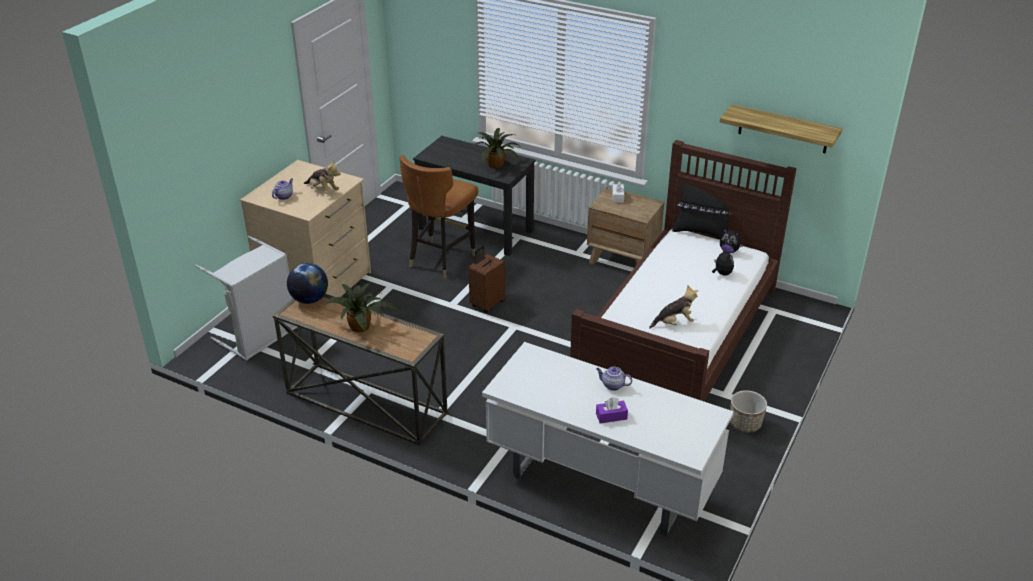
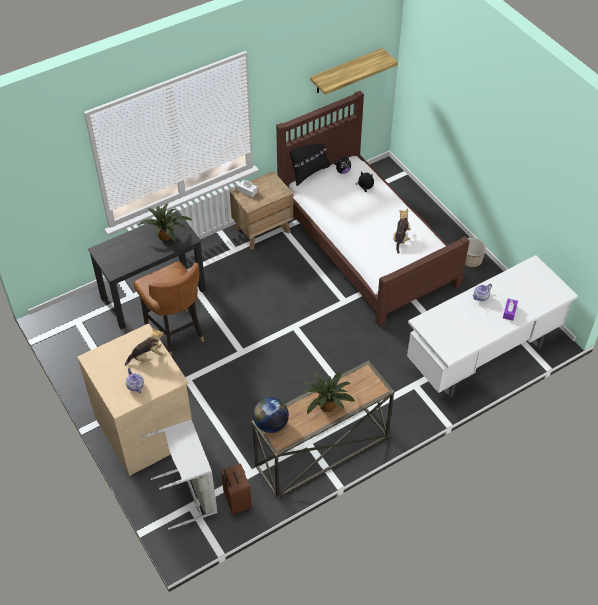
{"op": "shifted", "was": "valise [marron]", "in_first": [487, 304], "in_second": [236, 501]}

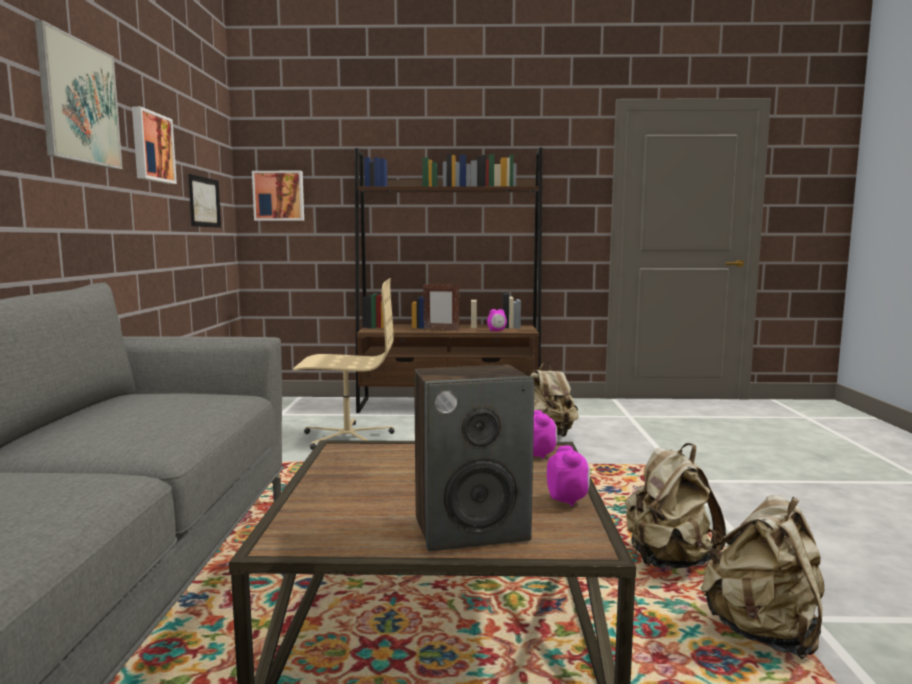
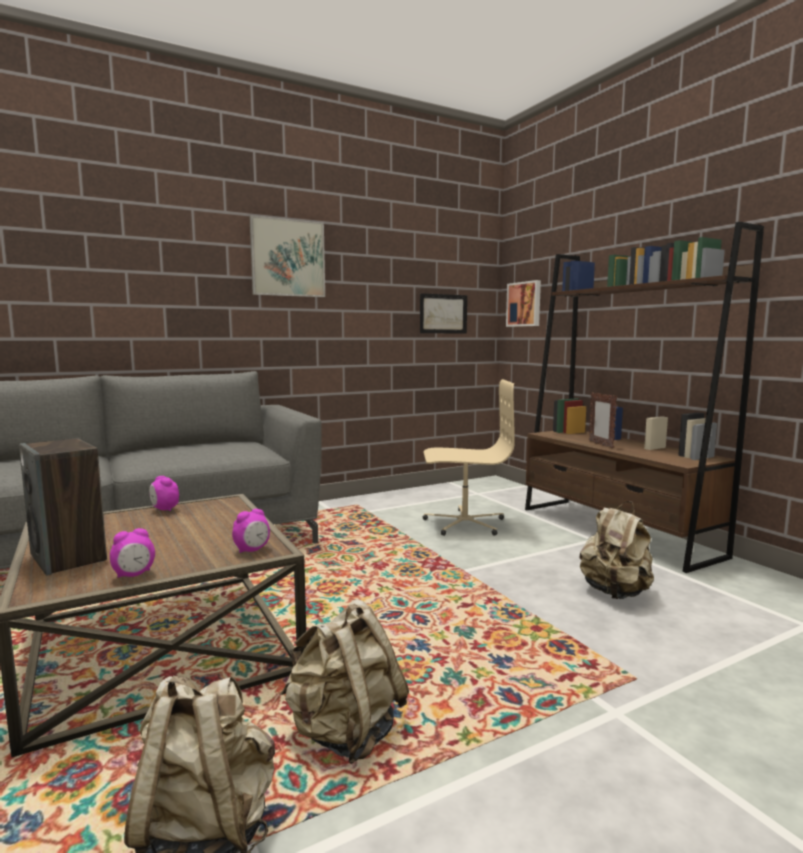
{"op": "gone", "was": "tableau", "in_first": [151, 147]}
{"op": "rotated", "was": "chaise de bureau [beige]", "in_first": [347, 437], "in_second": [464, 523], "clockwise": -60}
{"op": "shifted", "was": "réveil", "in_first": [496, 331], "in_second": [164, 509]}

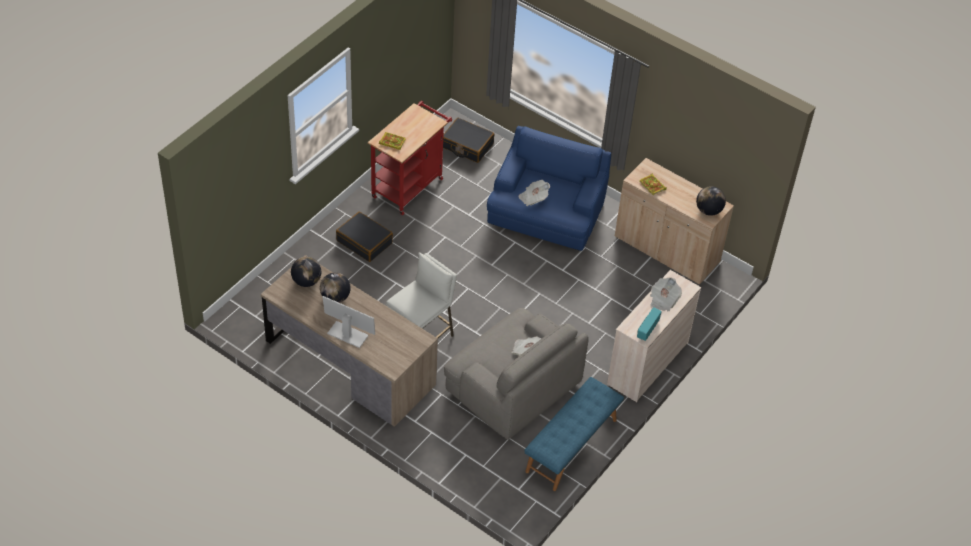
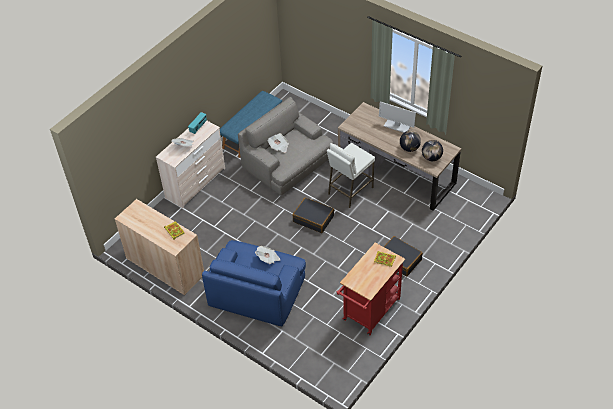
{"op": "shifted", "was": "valise [noir]", "in_first": [467, 145], "in_second": [313, 219]}
{"op": "gone", "was": "globe", "in_first": [708, 210]}

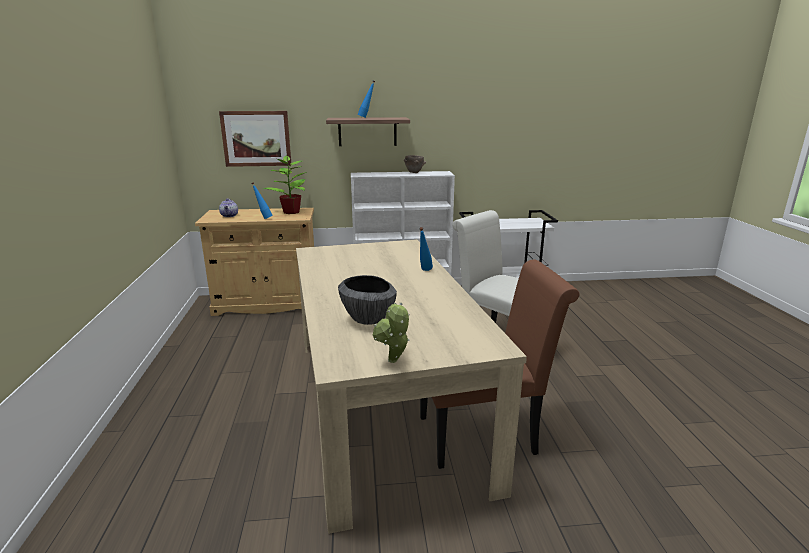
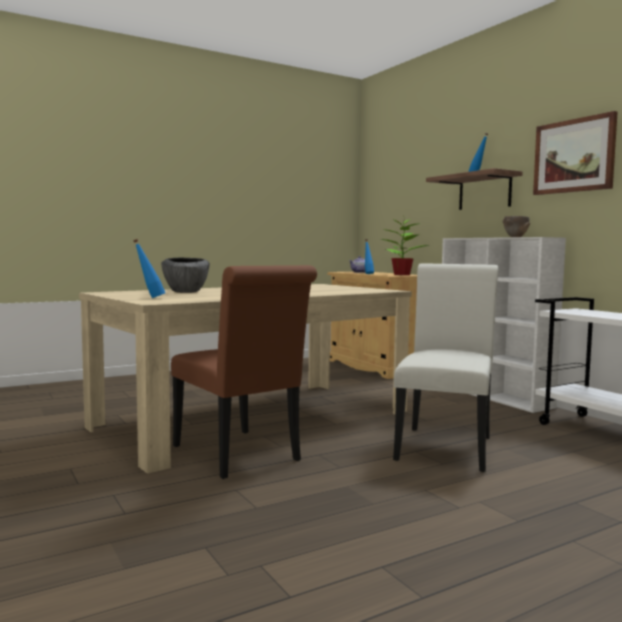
{"op": "shifted", "was": "tableau", "in_first": [256, 138], "in_second": [574, 156]}
{"op": "shifted", "was": "bouteille [bleu]", "in_first": [424, 271], "in_second": [150, 298]}
{"op": "gone", "was": "plante en pot", "in_first": [393, 362]}

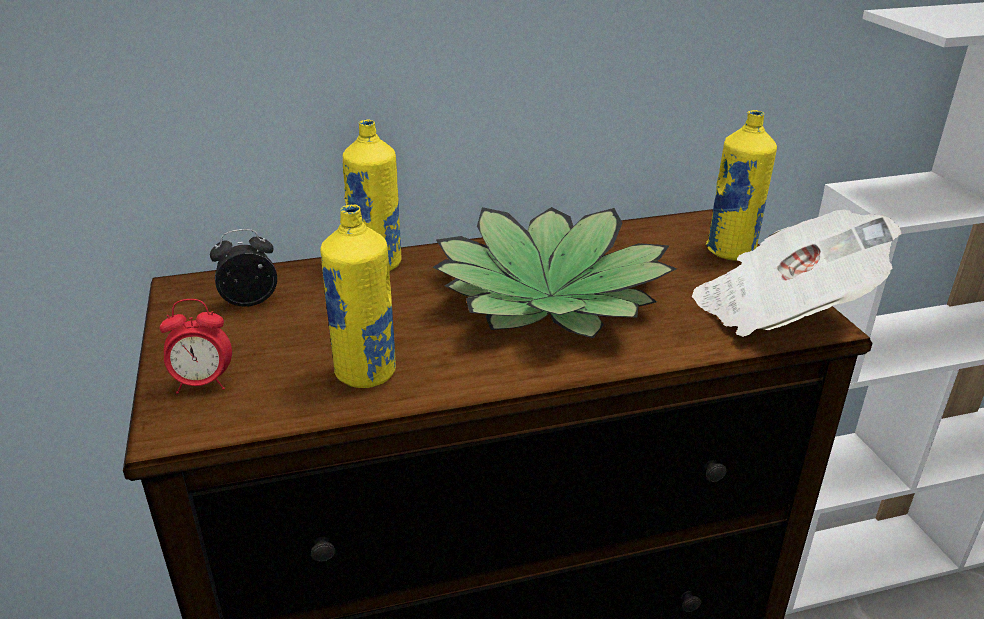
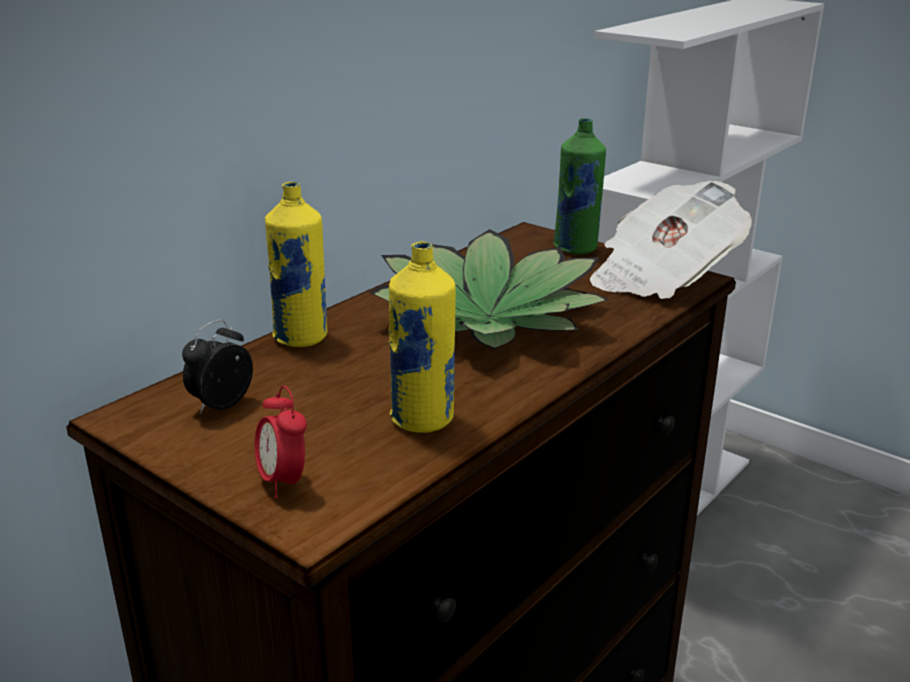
{"op": "repainted", "was": "bouteille [jaune]", "now": "bouteille [vert]", "in_first": [731, 251], "in_second": [576, 248]}
{"op": "rotated", "was": "réveil", "in_first": [203, 384], "in_second": [283, 482], "clockwise": 105}

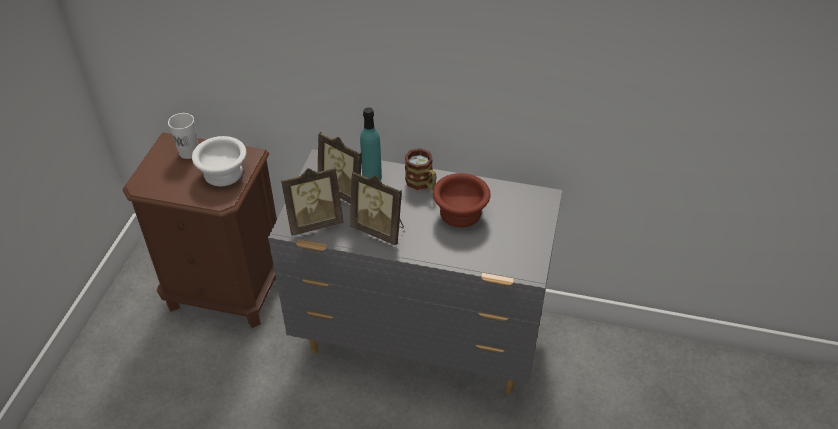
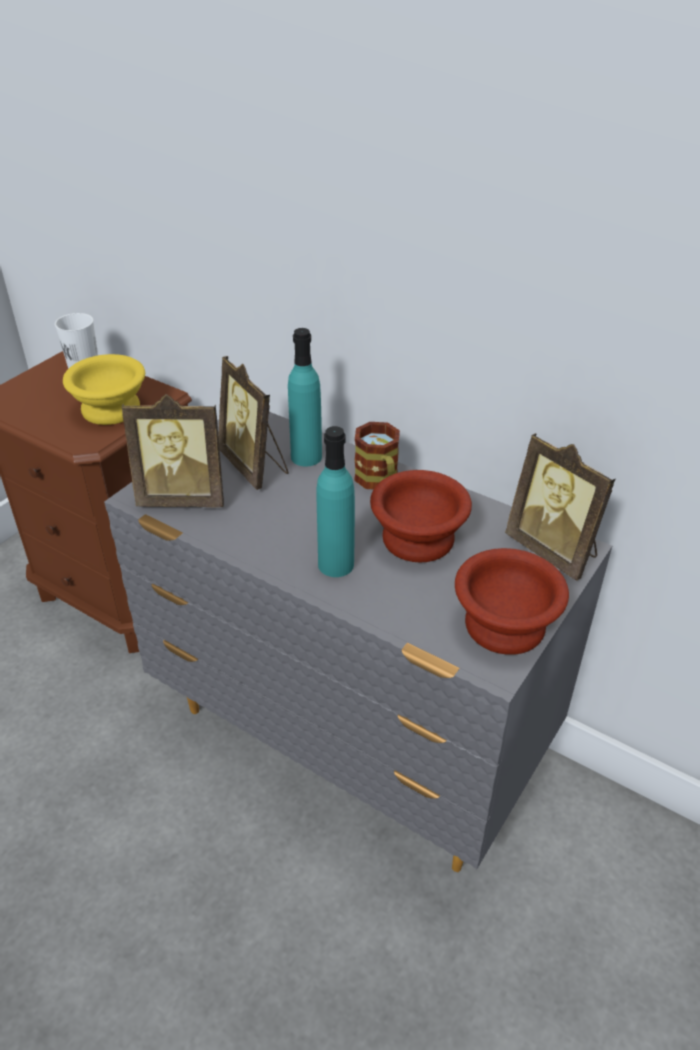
{"op": "repainted", "was": "bol [blanc]", "now": "bol [jaune]", "in_first": [225, 173], "in_second": [113, 409]}
{"op": "shifted", "was": "cadre photo", "in_first": [379, 229], "in_second": [554, 551]}
{"op": "new", "now": "bouteille [turquoise]", "in_second": [336, 564]}
{"op": "new", "now": "bol [marron]", "in_second": [501, 623]}

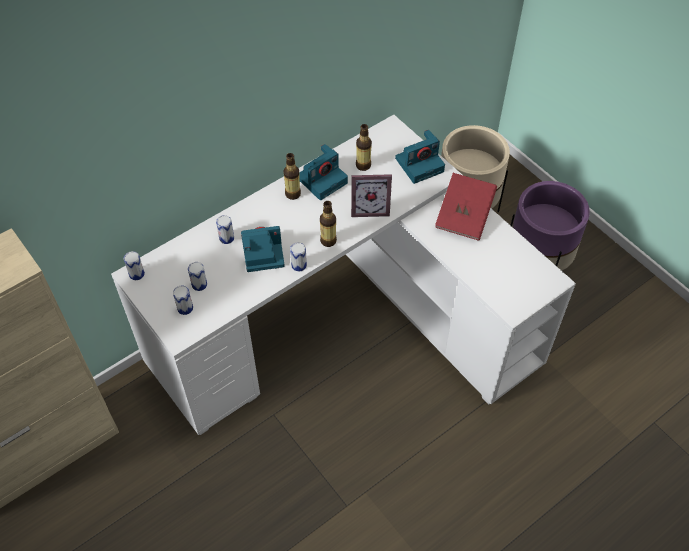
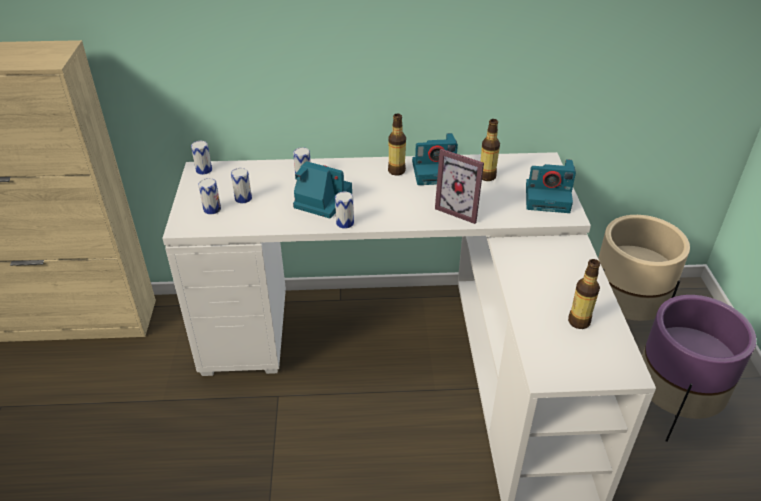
{"op": "gone", "was": "livre [rouge]", "in_first": [464, 216]}
{"op": "shifted", "was": "bouteille", "in_first": [328, 241], "in_second": [579, 322]}

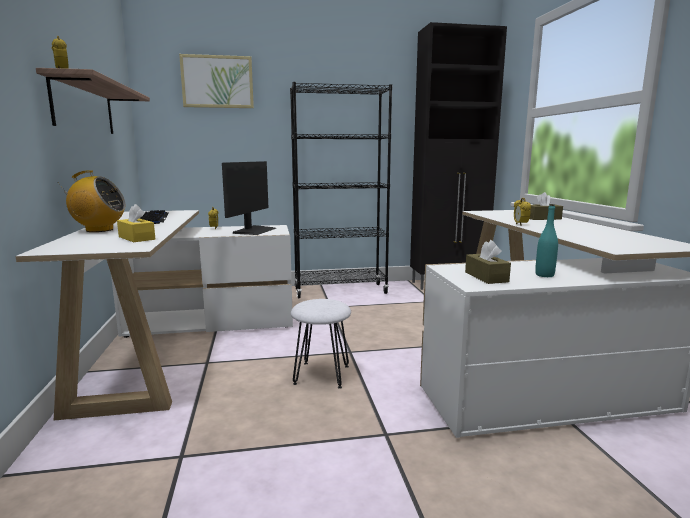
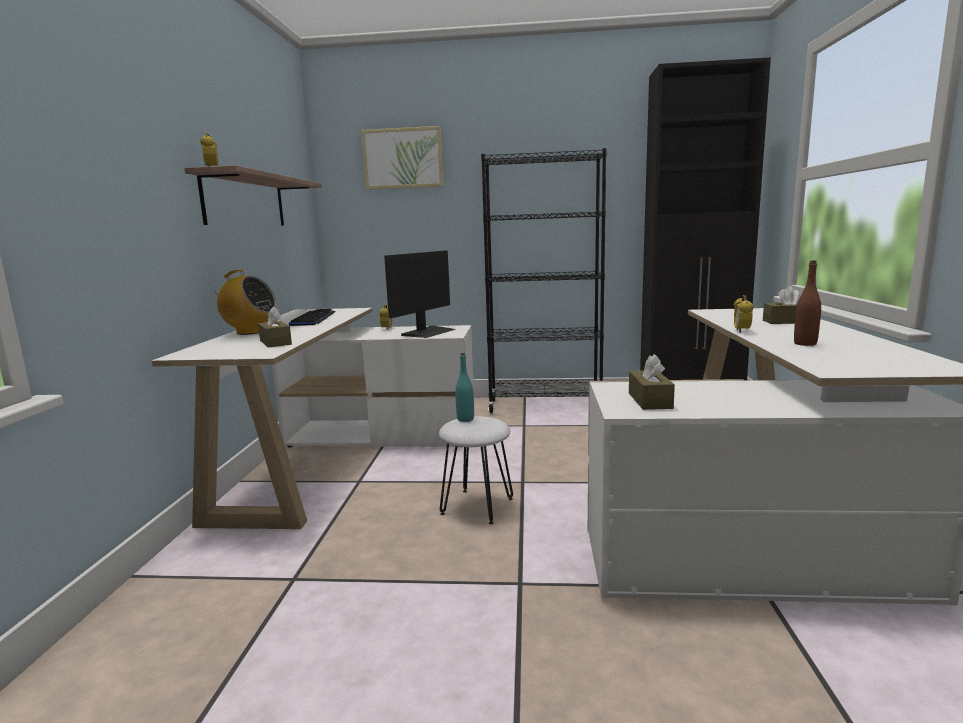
{"op": "repainted", "was": "boîte à mouchoirs [jaune]", "now": "boîte à mouchoirs [marron]", "in_first": [136, 238], "in_second": [275, 342]}
{"op": "shifted", "was": "bouteille [turquoise]", "in_first": [544, 275], "in_second": [465, 419]}
{"op": "new", "now": "bouteille [marron]", "in_second": [805, 344]}

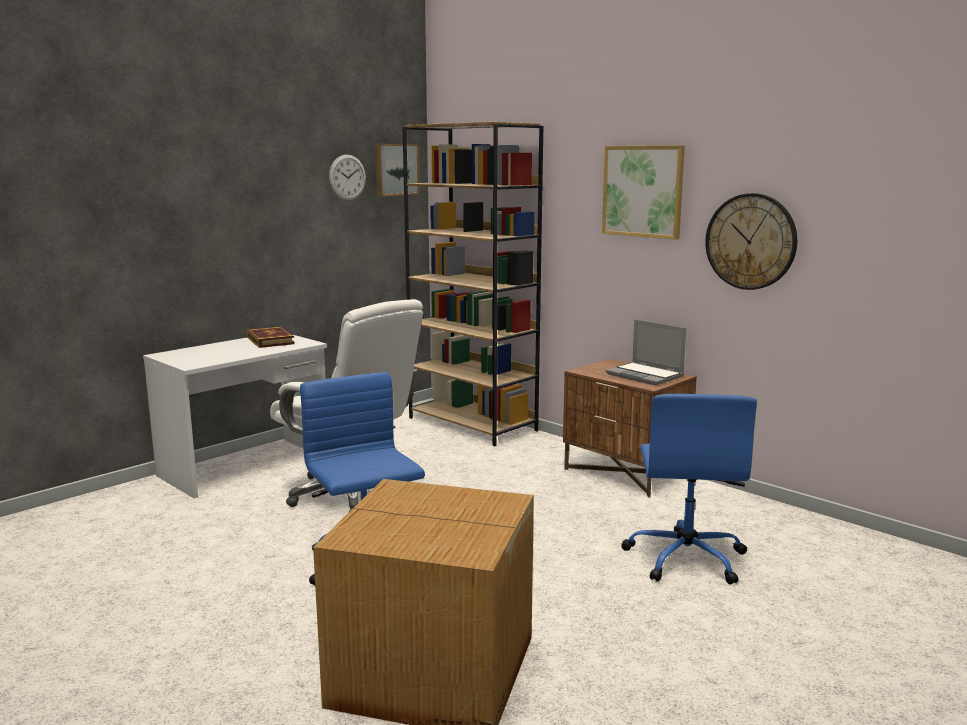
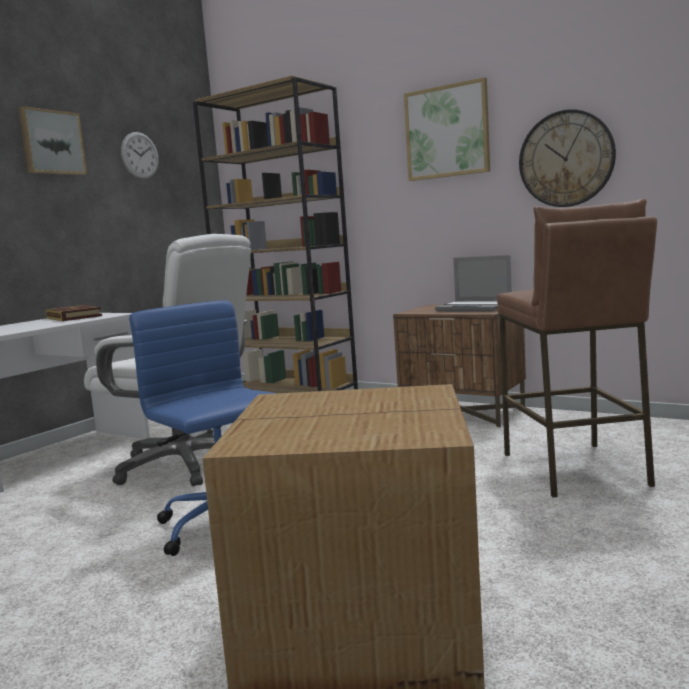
{"op": "shifted", "was": "tableau", "in_first": [395, 169], "in_second": [51, 142]}
{"op": "swapped", "was": "chaise de bureau [bleu]", "now": "tabouret [marron]", "in_first": [686, 558], "in_second": [574, 469]}

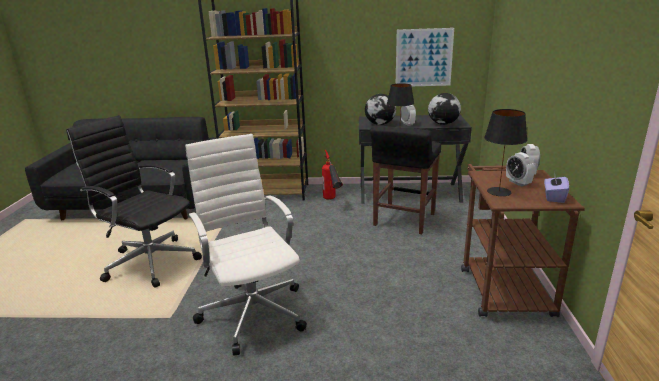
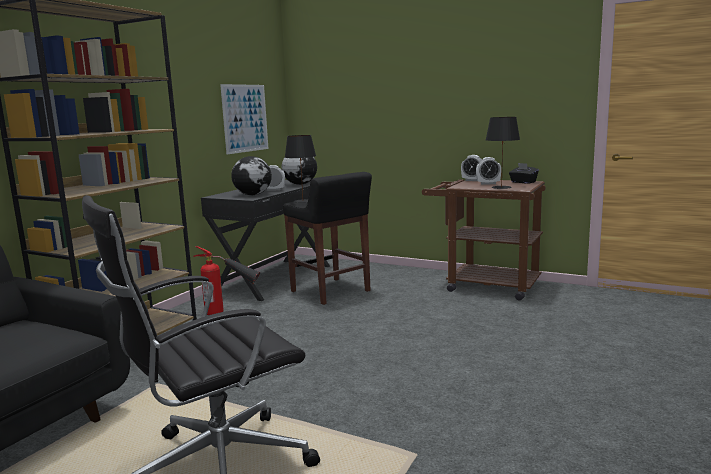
{"op": "gone", "was": "chaise de bureau [blanc]", "in_first": [253, 311]}
{"op": "repainted", "was": "boîte à mouchoirs [violet]", "now": "boîte à mouchoirs [noir]", "in_first": [554, 197], "in_second": [523, 182]}

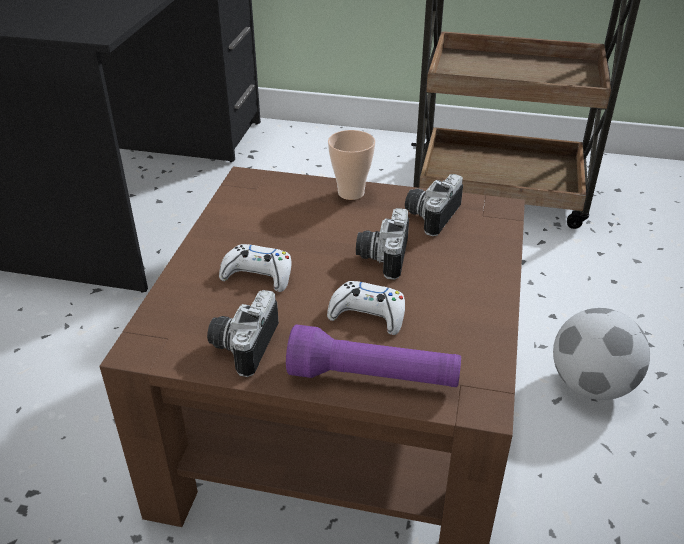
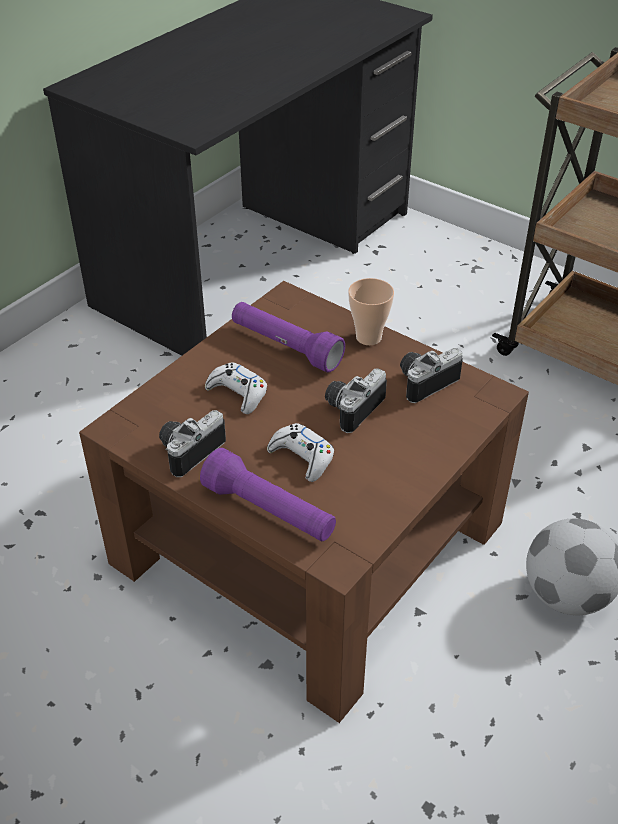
{"op": "new", "now": "lampe de poche [violet]", "in_second": [285, 347]}

